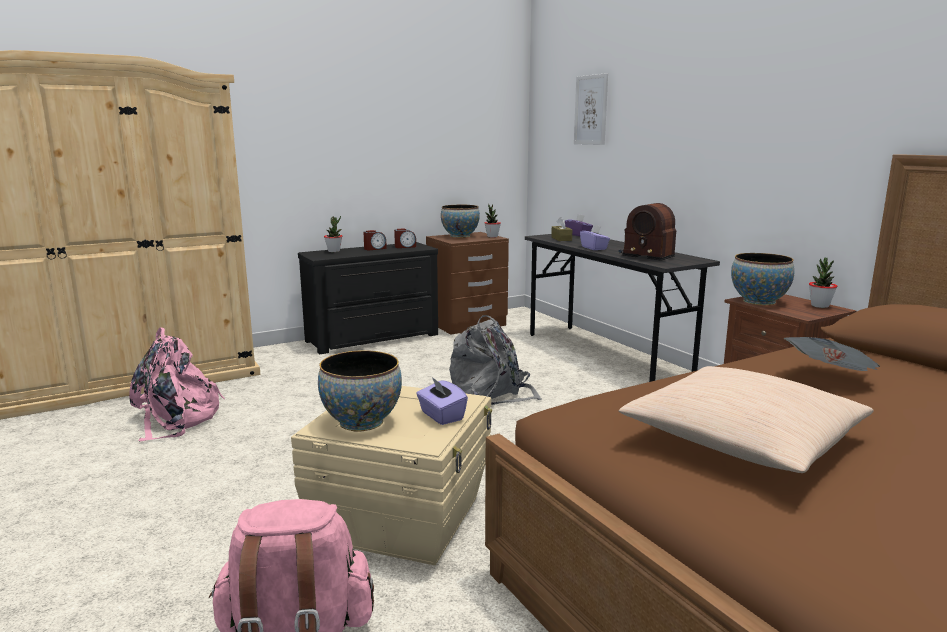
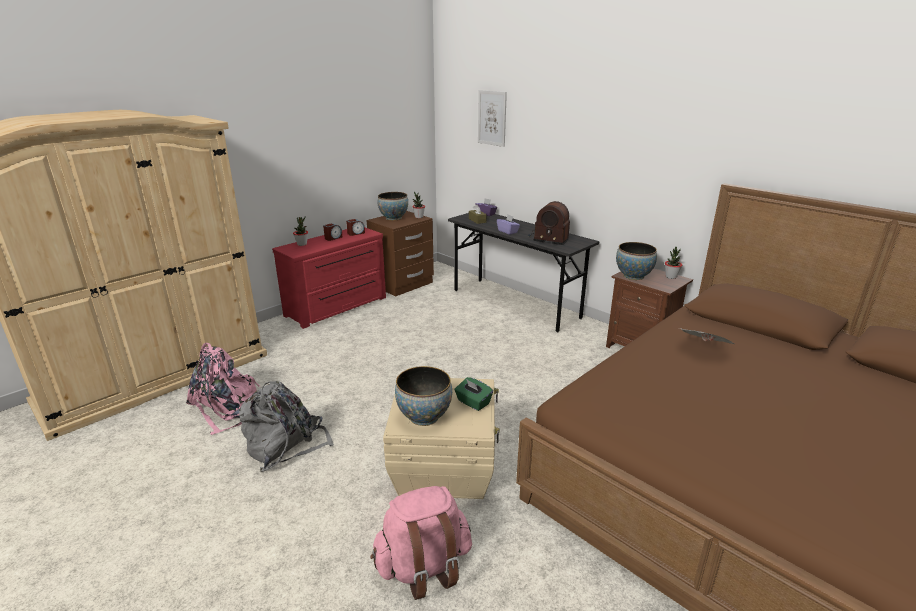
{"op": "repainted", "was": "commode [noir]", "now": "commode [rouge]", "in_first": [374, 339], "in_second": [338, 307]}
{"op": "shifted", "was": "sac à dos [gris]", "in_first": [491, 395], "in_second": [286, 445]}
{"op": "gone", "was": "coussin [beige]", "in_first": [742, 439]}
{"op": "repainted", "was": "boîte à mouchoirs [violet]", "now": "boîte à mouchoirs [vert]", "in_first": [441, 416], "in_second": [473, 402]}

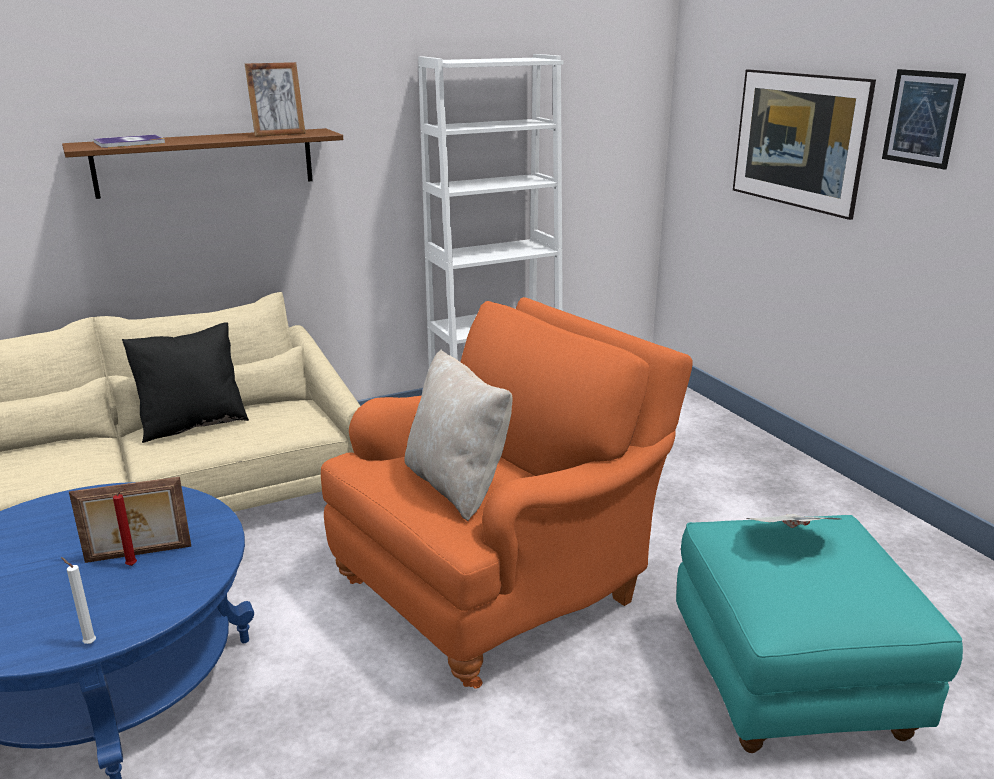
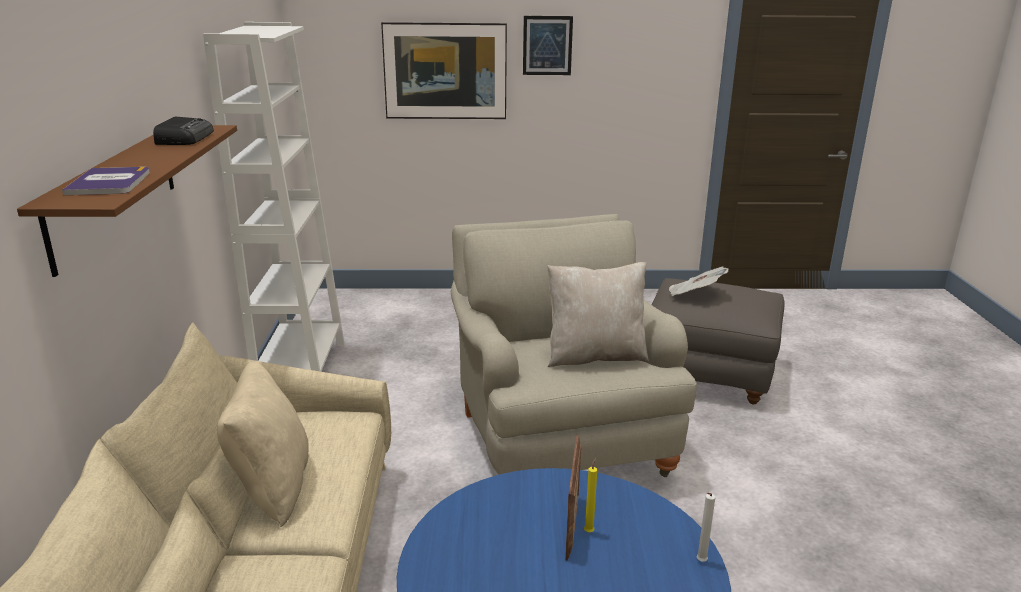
{"op": "swapped", "was": "cadre photo", "now": "radio", "in_first": [279, 134], "in_second": [185, 138]}
{"op": "repainted", "was": "fauteuil [orange]", "now": "fauteuil [beige]", "in_first": [500, 587], "in_second": [559, 437]}
{"op": "repainted", "was": "coussin [noir]", "now": "coussin [beige]", "in_first": [193, 424], "in_second": [272, 487]}
{"op": "repainted", "was": "bougie [rouge]", "now": "bougie [jaune]", "in_first": [133, 565], "in_second": [589, 531]}
{"op": "repainted", "was": "pouf [turquoise]", "now": "pouf [gris]", "in_first": [792, 683], "in_second": [708, 374]}

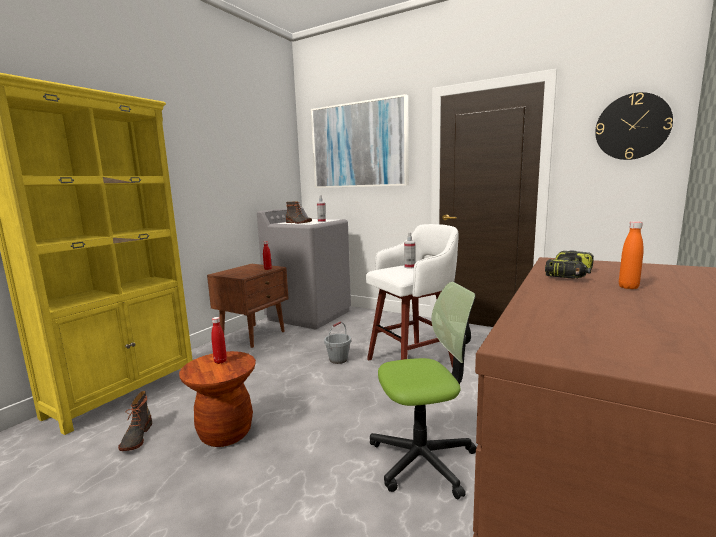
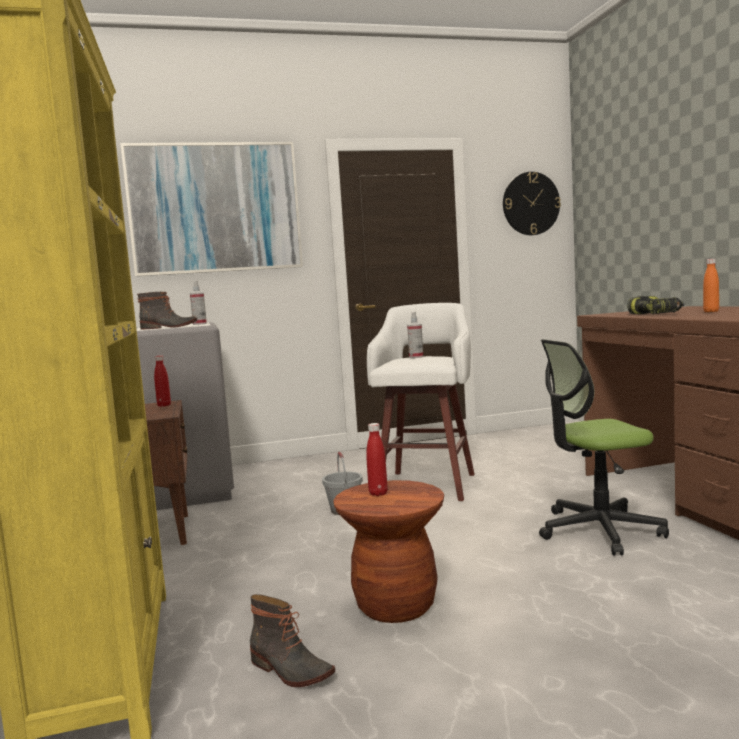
{"op": "rotated", "was": "chaise de bureau", "in_first": [422, 459], "in_second": [599, 530], "clockwise": -135}

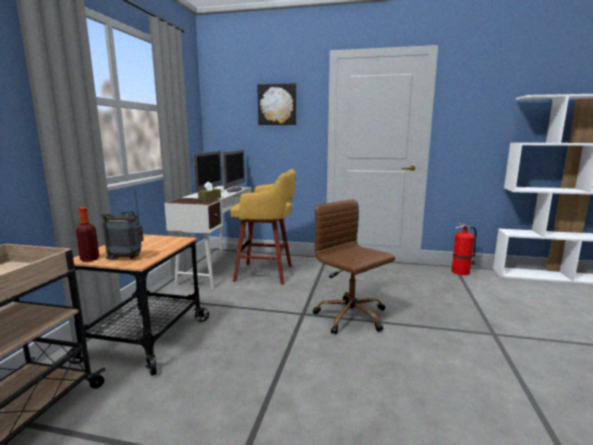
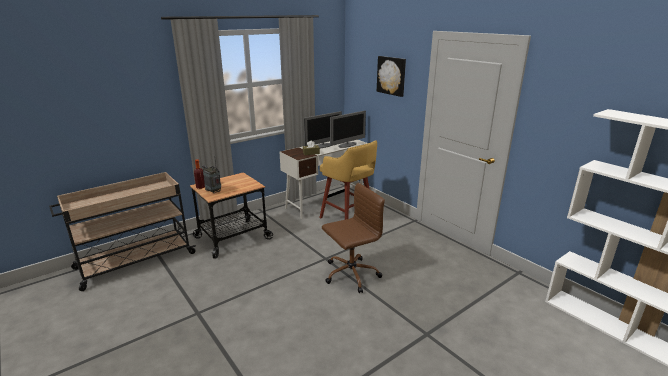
{"op": "rotated", "was": "chaise de bureau [marron]", "in_first": [352, 317], "in_second": [350, 274], "clockwise": 60}
{"op": "gone", "was": "extincteur", "in_first": [461, 272]}

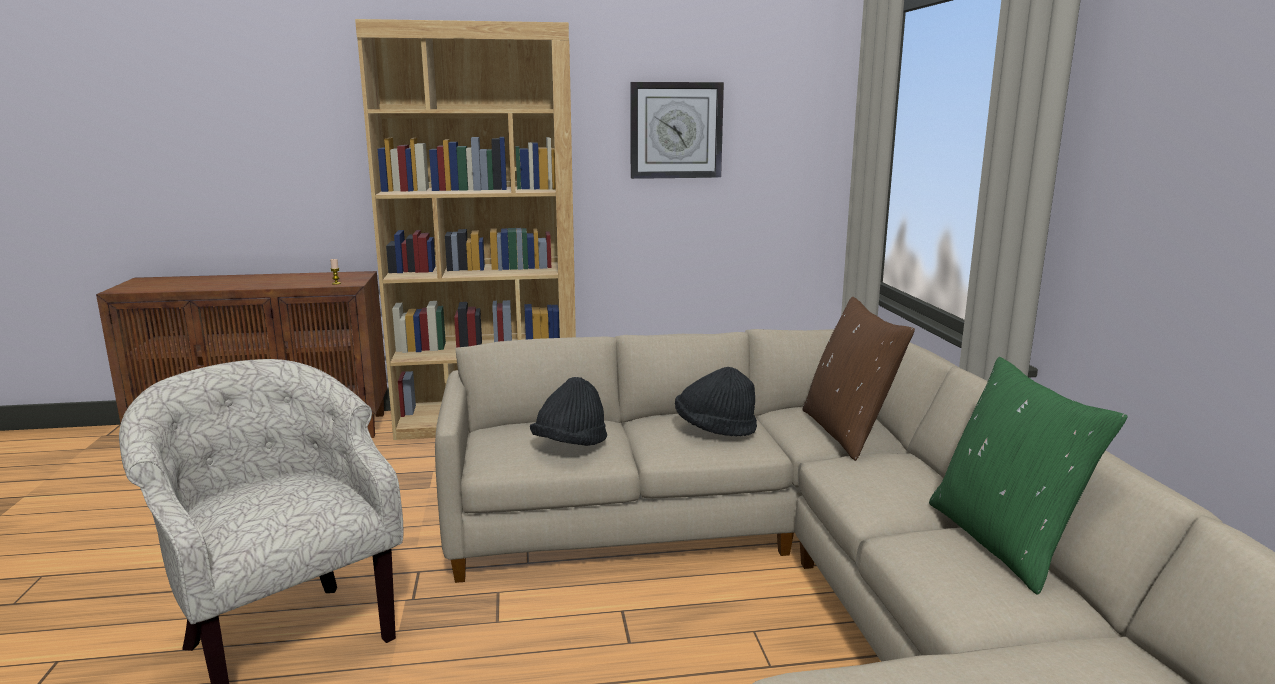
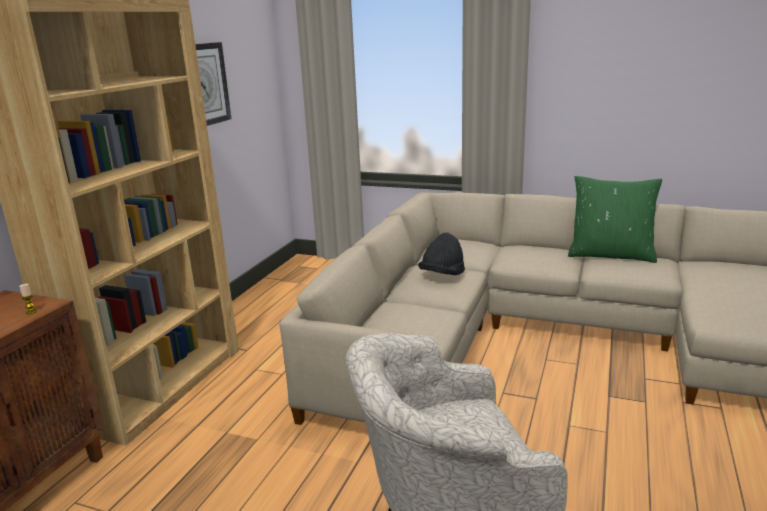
{"op": "gone", "was": "coussin [marron]", "in_first": [848, 432]}
{"op": "gone", "was": "chapeau [noir]", "in_first": [570, 445]}

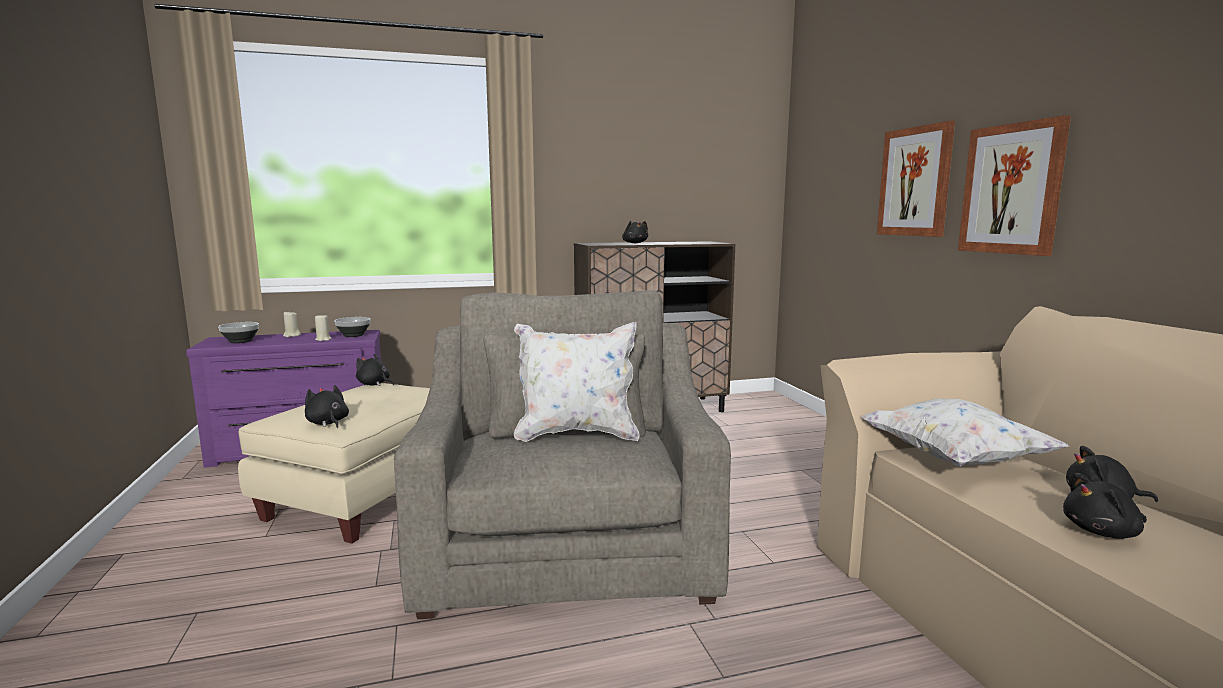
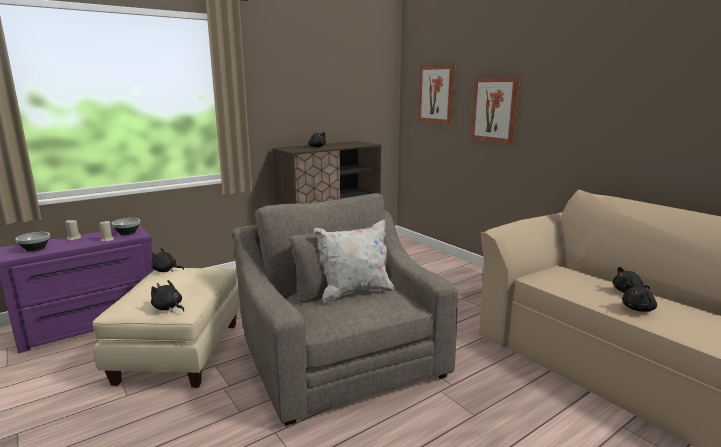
{"op": "shifted", "was": "tableau", "in_first": [1011, 189], "in_second": [436, 94]}
{"op": "gone", "was": "coussin [blanc]", "in_first": [952, 459]}

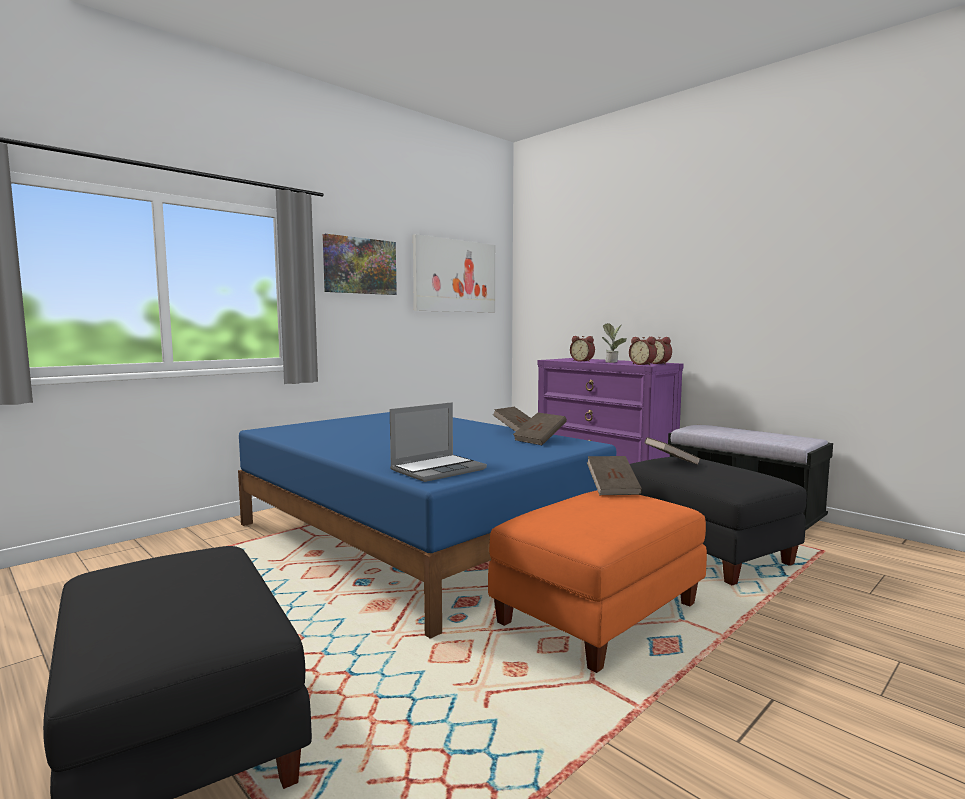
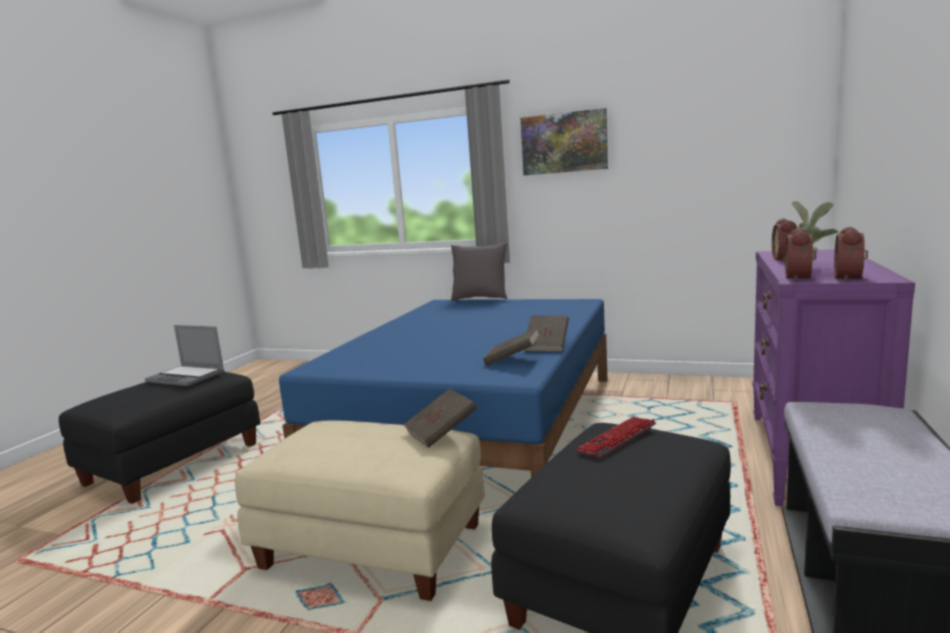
{"op": "gone", "was": "tableau", "in_first": [455, 276]}
{"op": "shifted", "was": "ordinateur portable", "in_first": [438, 469], "in_second": [187, 377]}
{"op": "swapped", "was": "livre [marron]", "now": "clavier", "in_first": [671, 462], "in_second": [617, 439]}
{"op": "repainted", "was": "pouf [orange]", "now": "pouf [beige]", "in_first": [598, 613], "in_second": [374, 546]}
{"op": "new", "now": "coussin [gris]", "in_second": [480, 299]}

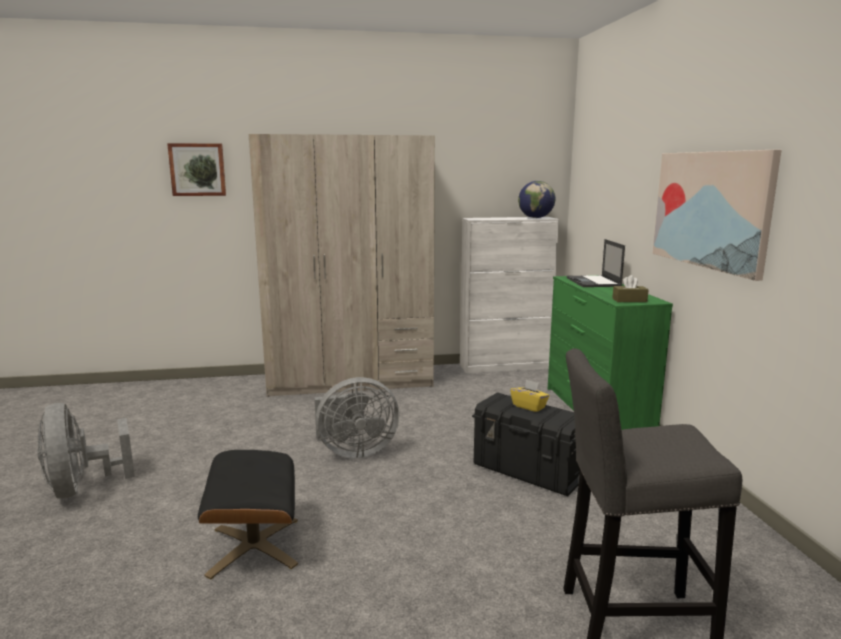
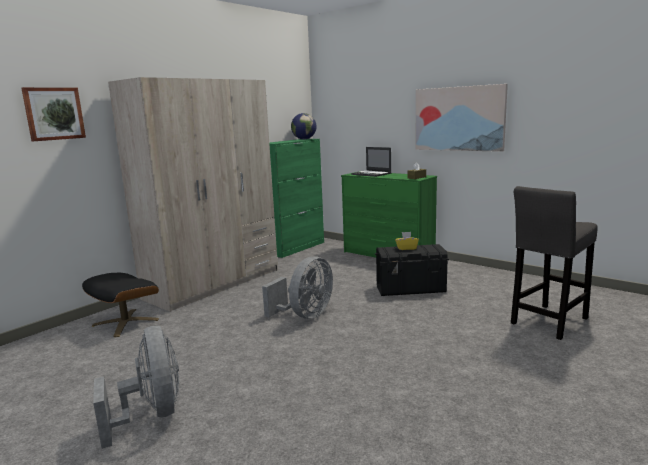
{"op": "repainted", "was": "meuble de rangement [blanc]", "now": "meuble de rangement [vert]", "in_first": [505, 366], "in_second": [297, 248]}
{"op": "rotated", "was": "ventilateur [gris]", "in_first": [82, 487], "in_second": [152, 414], "clockwise": -135}
{"op": "shifted", "was": "pouf [noir]", "in_first": [253, 546], "in_second": [125, 322]}

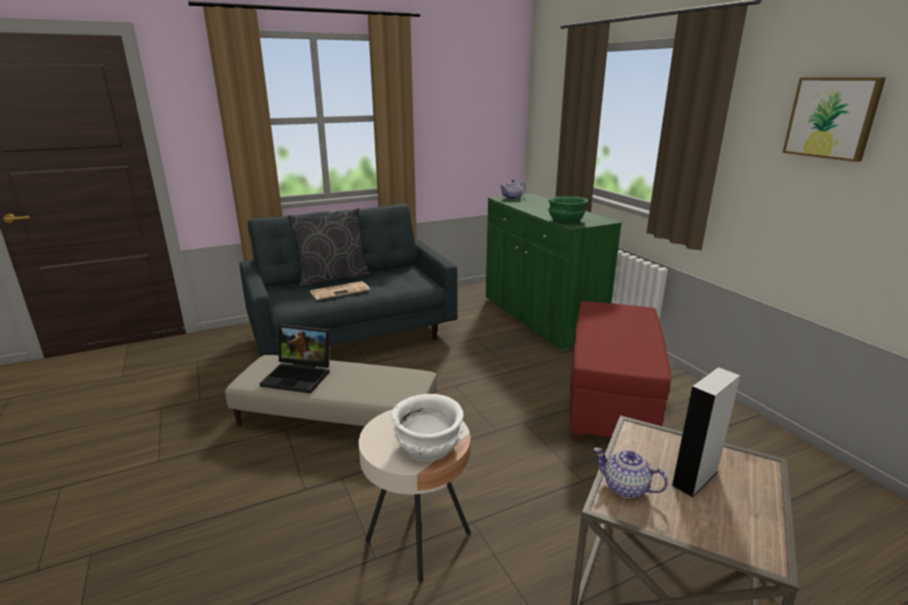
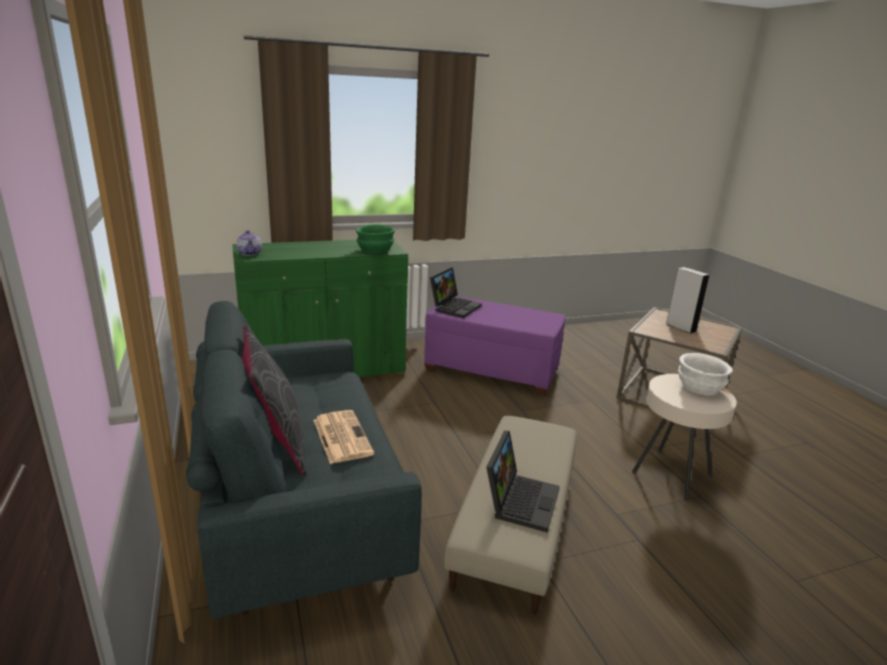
{"op": "gone", "was": "tableau", "in_first": [832, 118]}
{"op": "repainted", "was": "pouf [rouge]", "now": "pouf [violet]", "in_first": [610, 401], "in_second": [492, 370]}
{"op": "gone", "was": "théière", "in_first": [626, 488]}
{"op": "new", "now": "ordinateur portable", "in_second": [454, 307]}

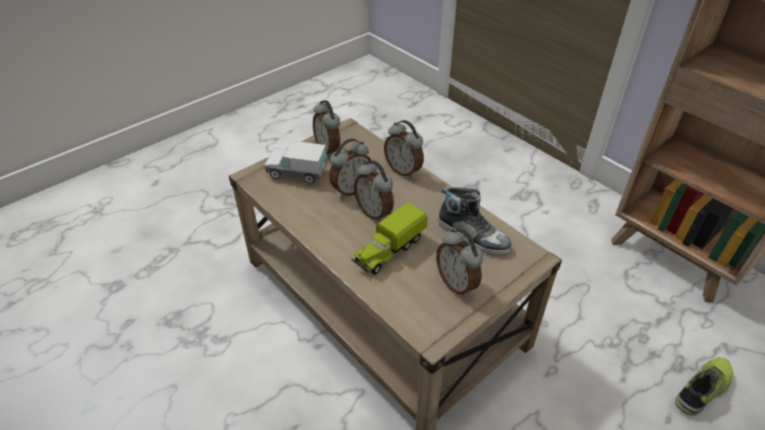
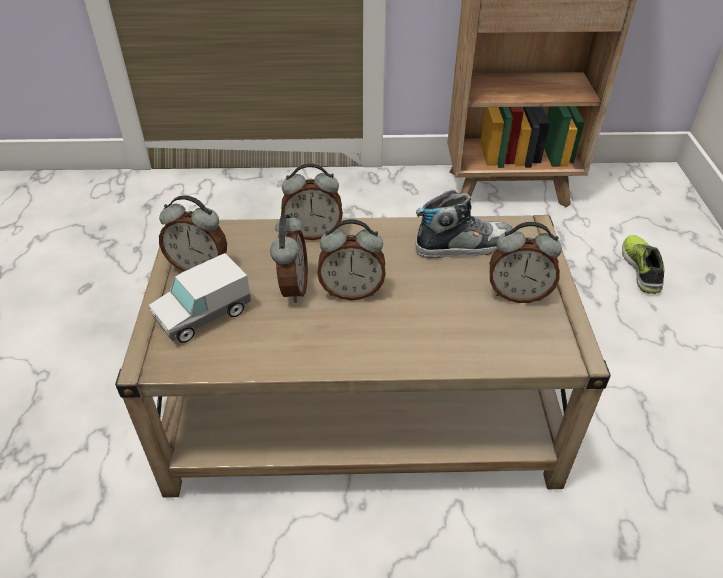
{"op": "gone", "was": "camion jouet", "in_first": [388, 251]}

